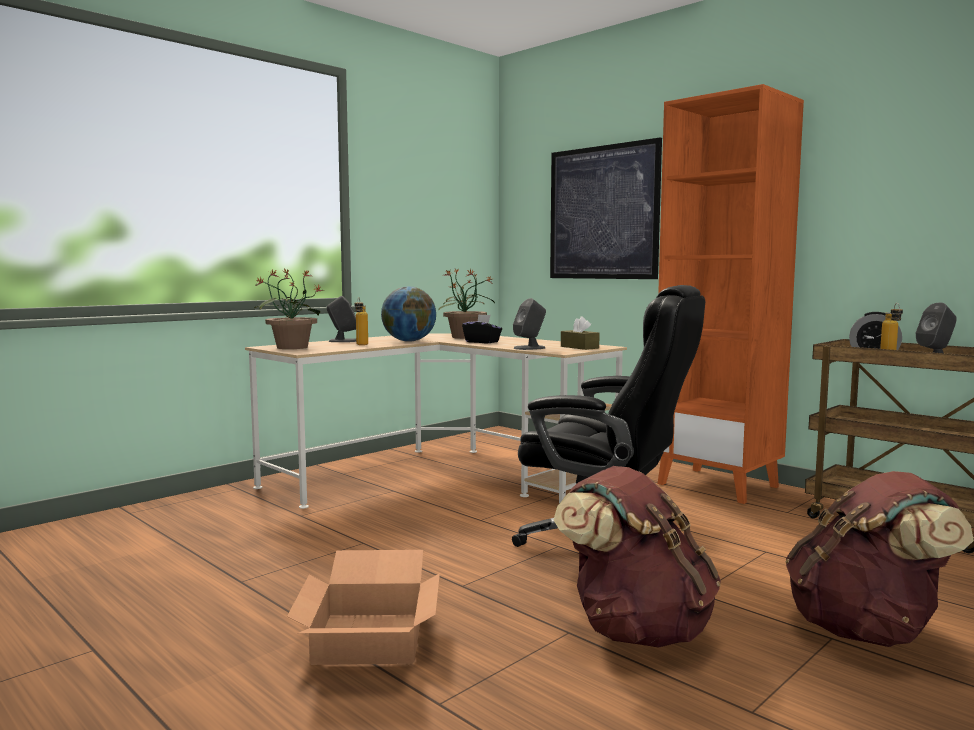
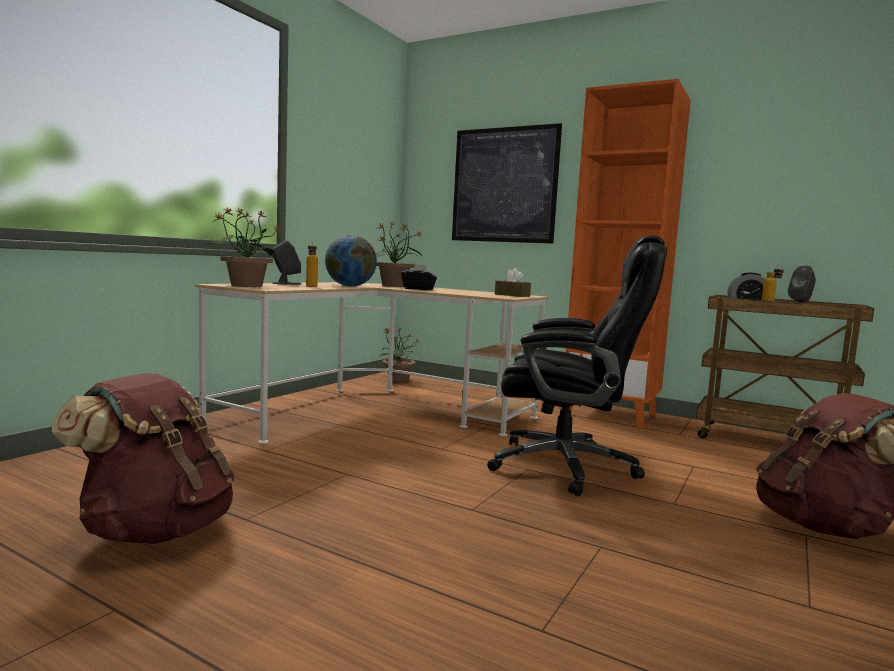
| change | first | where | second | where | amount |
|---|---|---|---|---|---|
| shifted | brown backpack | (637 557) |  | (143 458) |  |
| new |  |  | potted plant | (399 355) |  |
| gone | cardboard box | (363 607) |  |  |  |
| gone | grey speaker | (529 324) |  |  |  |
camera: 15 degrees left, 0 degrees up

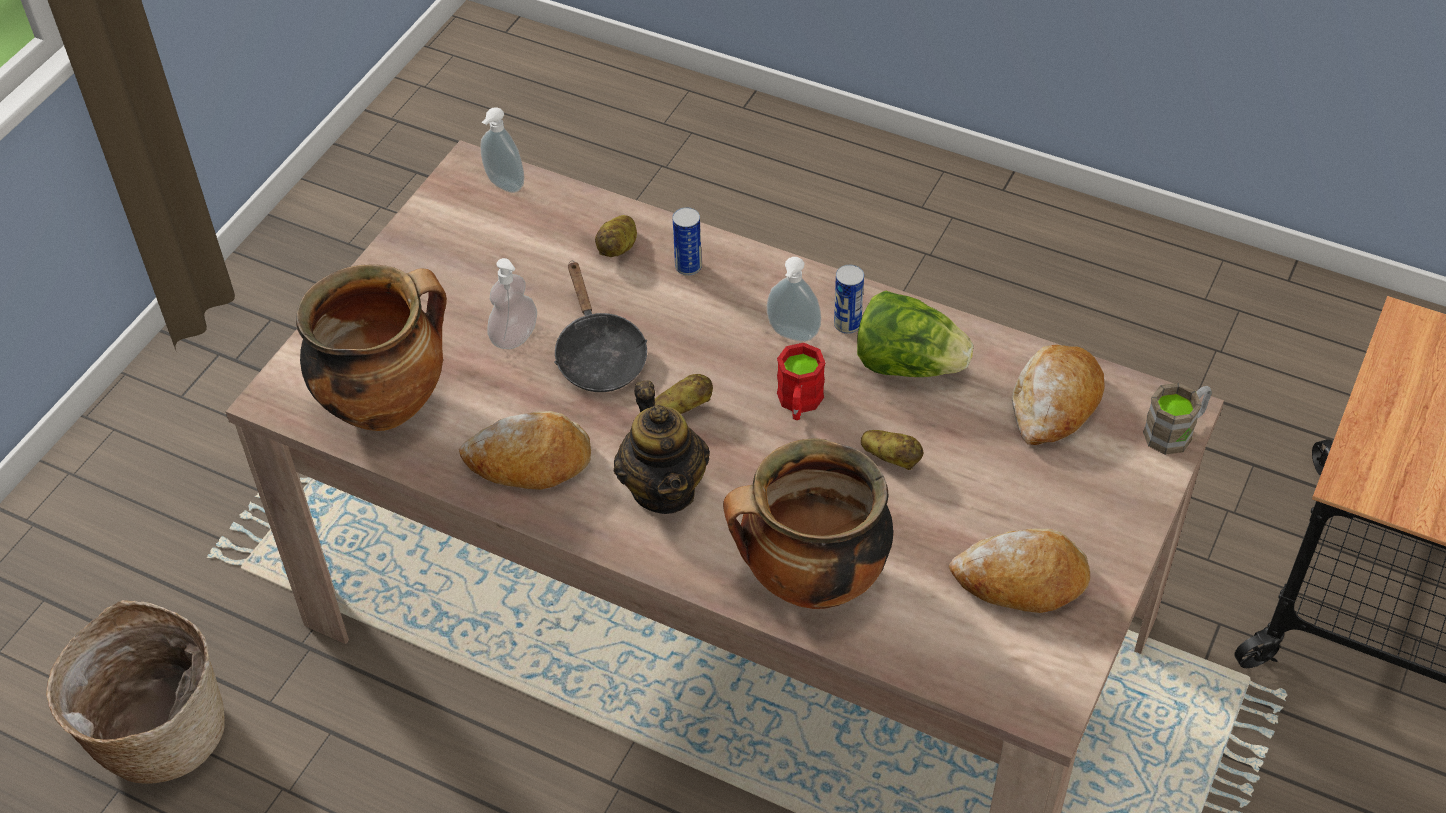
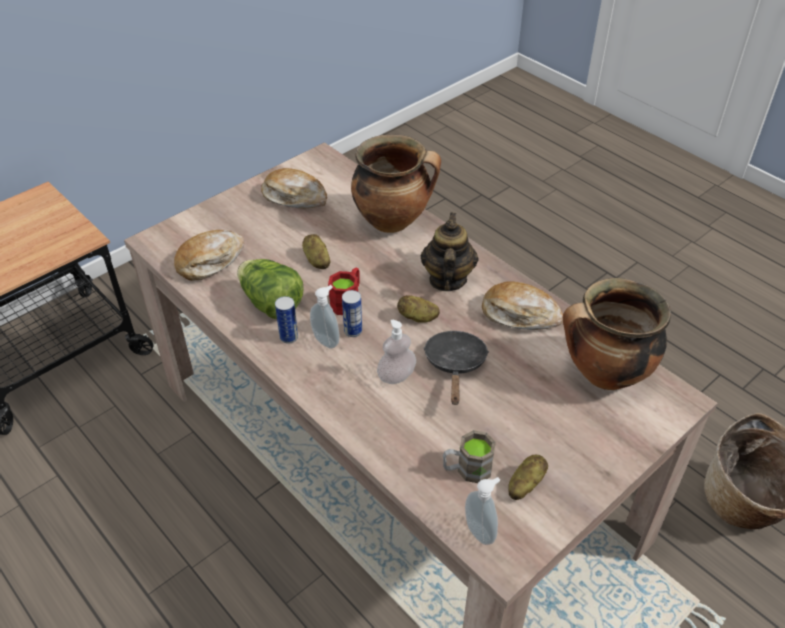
| change | first | where | second | where | amount |
|---|---|---|---|---|---|
| shifted | can | (687 241) |  | (352 313) |  |
| shifted | soap dispenser | (512 303) |  | (396 352) |  |
| shifted | brown mug | (1177 419) |  | (469 456) |  |
| shifted | potato | (616 236) |  | (528 477) |  |
camera: 160 degrees left, 5 degrees down

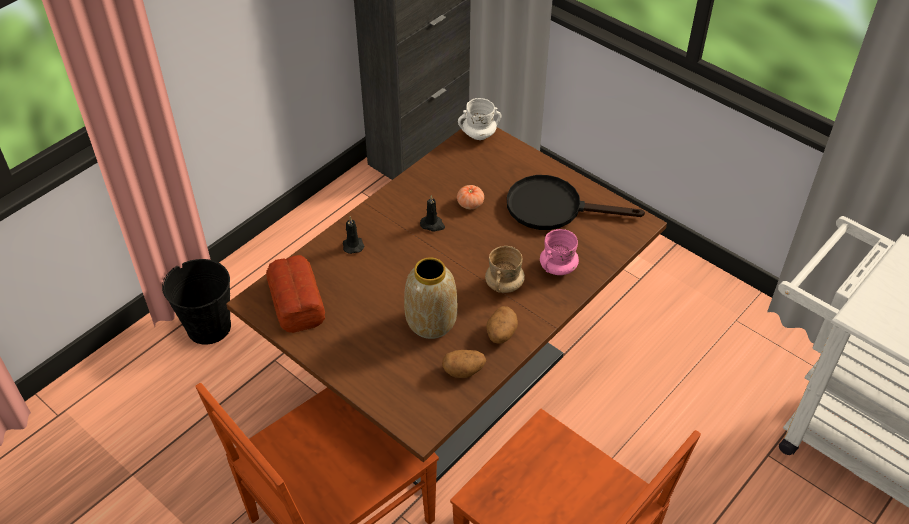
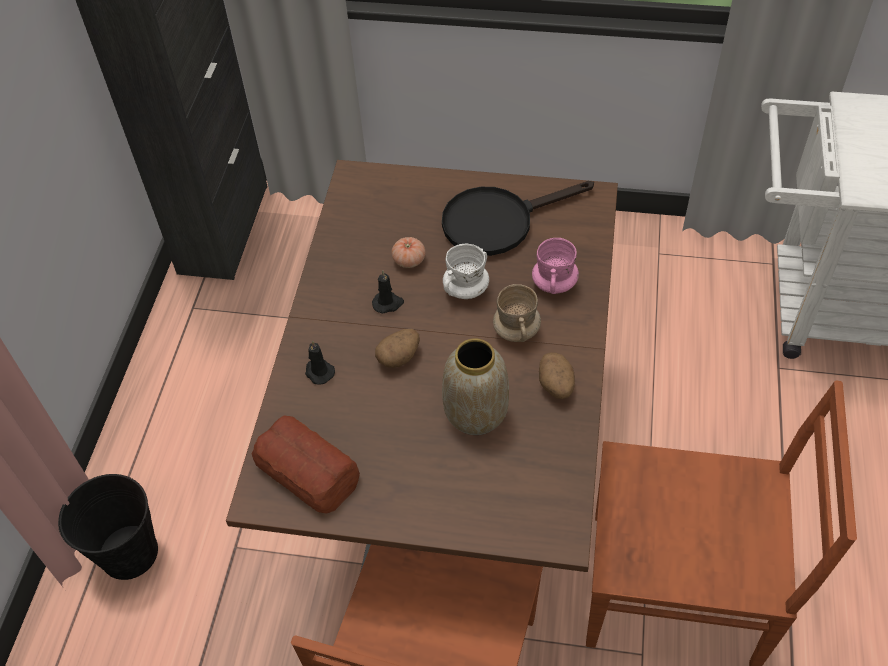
| change | first | where | second | where | amount |
|---|---|---|---|---|---|
| shifted | potato | (464 364) |  | (397 348) |  |
| shifted | white mug | (479 119) |  | (466 271) |  |
camera: 30 degrees left, 5 degrees up

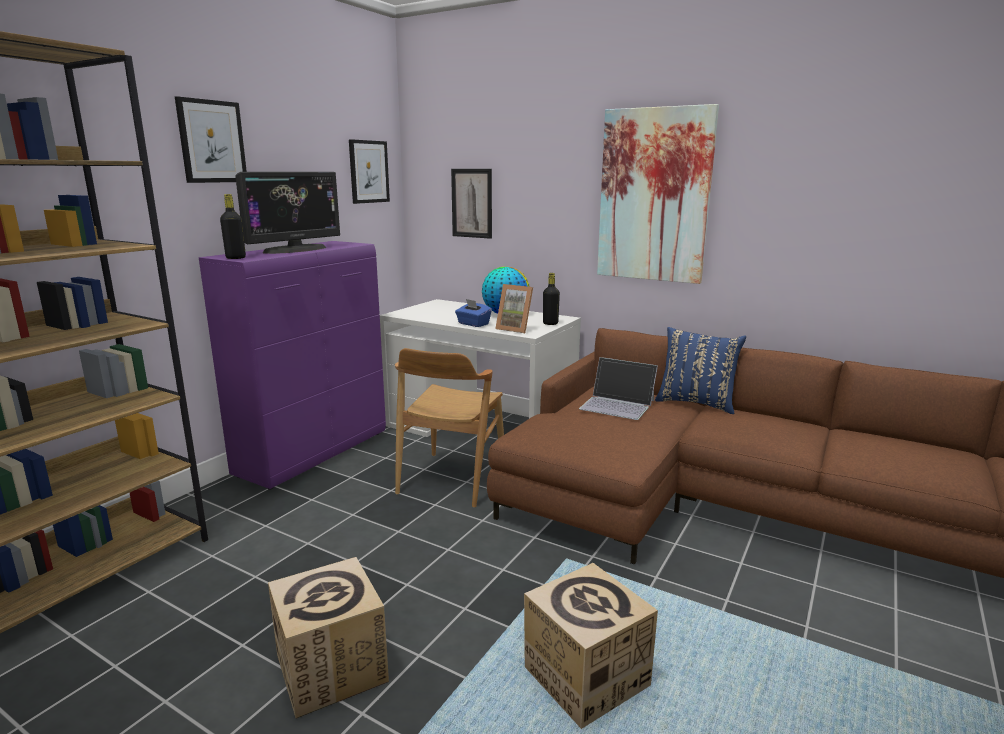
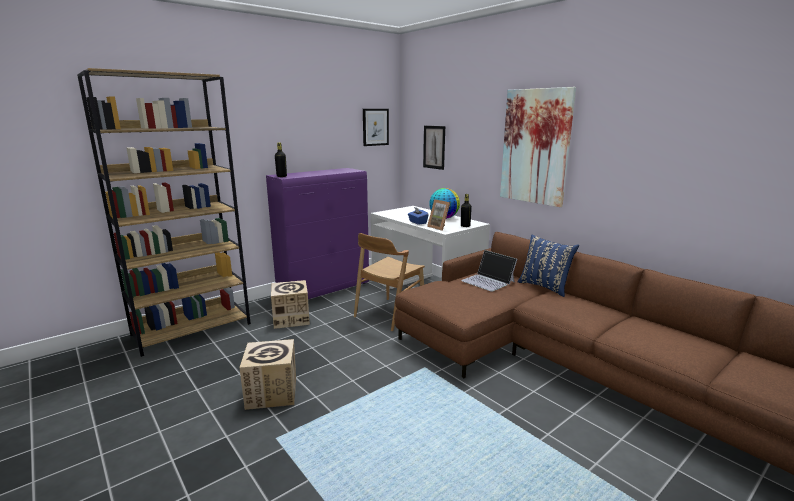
| change | first | where | second | where | amount |
|---|---|---|---|---|---|
| shifted | cardboard box | (591 646) |  | (290 304) |  |
| gone | picture | (211 139) |  |  |  |
| gone | monitor | (287 213) |  |  |  |
camera: 20 degrees right, 0 degrees up

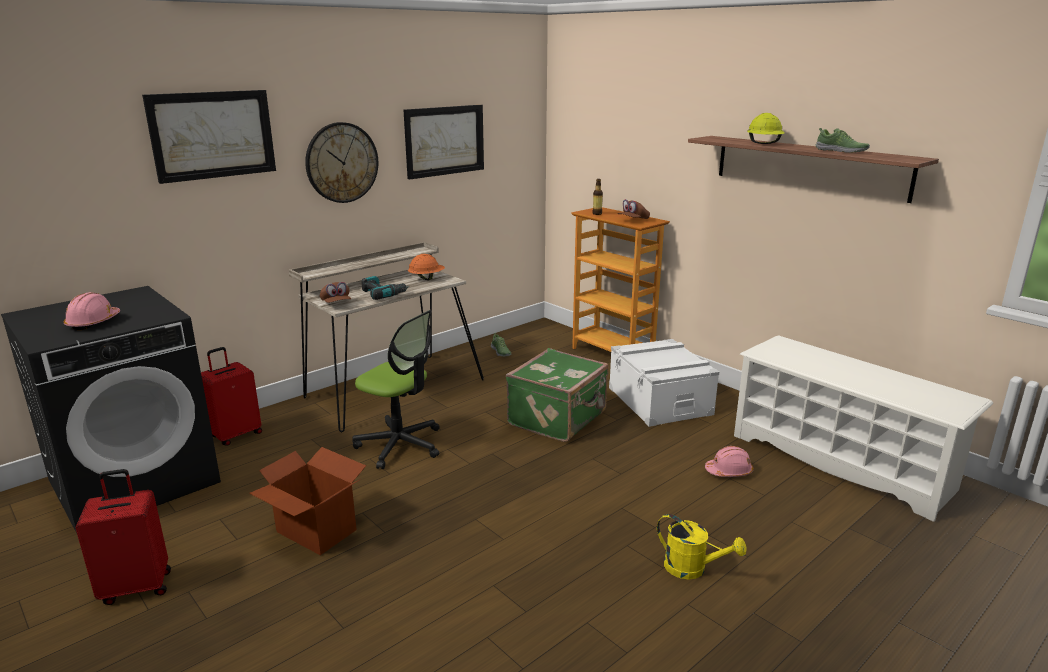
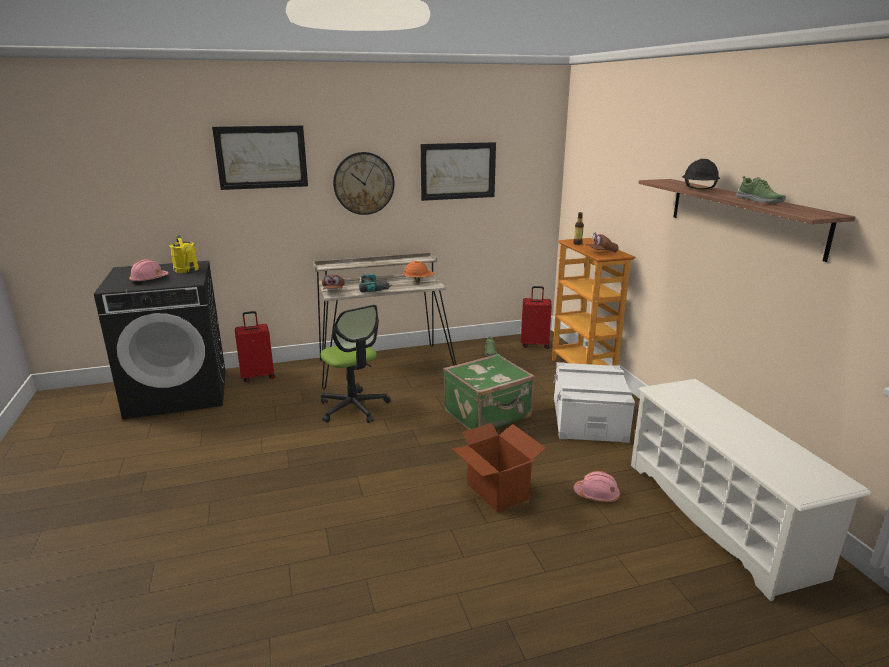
| change | first | where | second | where | amount |
|---|---|---|---|---|---|
| shifted | yellow watering can | (702 547) |  | (184 254) |  |
| shifted | cardboard box | (307 501) |  | (499 467) |  |
| shifted | red suitcase | (123 537) |  | (536 317) |  |
| repainted | yellow hard hat | (766 128) | black hard hat | (701 174) |  |
camera: 25 degrees right, 0 degrees up

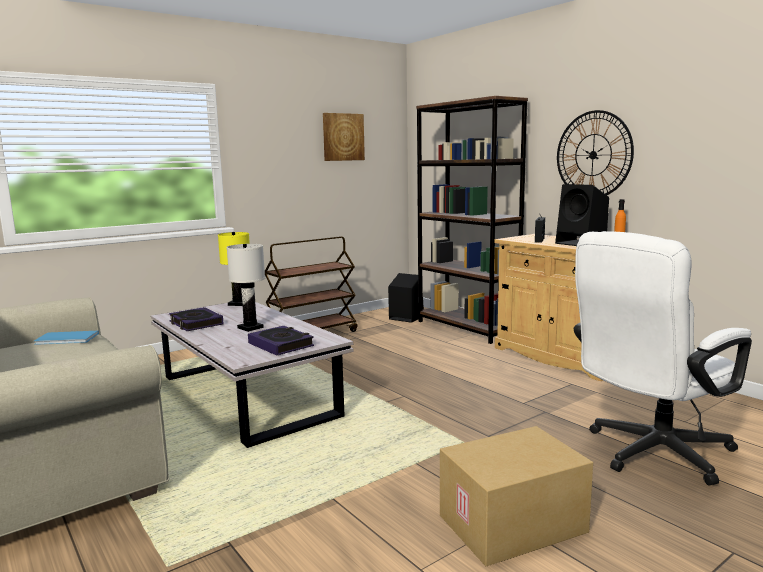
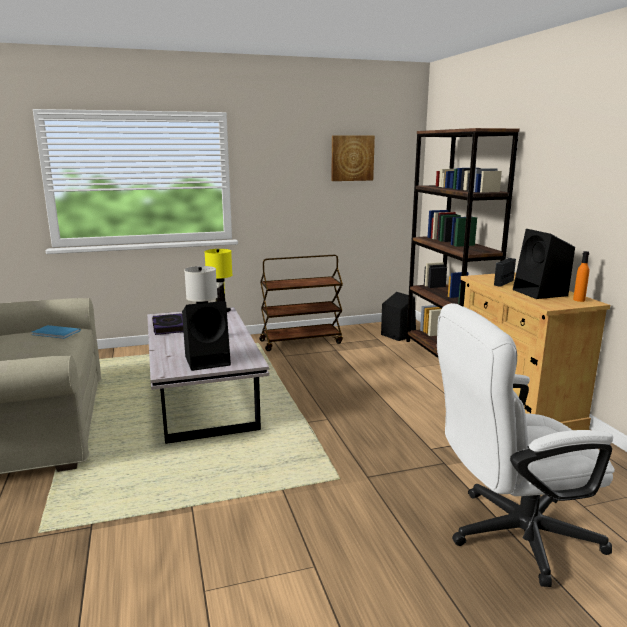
| change | first | where | second | where | amount |
|---|---|---|---|---|---|
| swapped | book | (281 341) | black speaker | (206 336) |  |
| gone | cardboard box | (516 496) |  |  |  |
| gone | wall clock | (595 152) |  |  |  |
camera: 20 degrees right, 5 degrees up

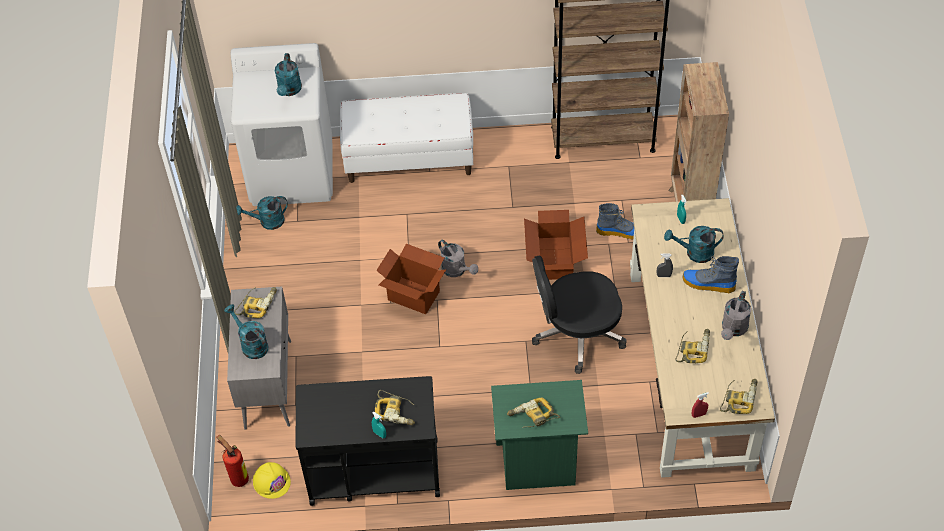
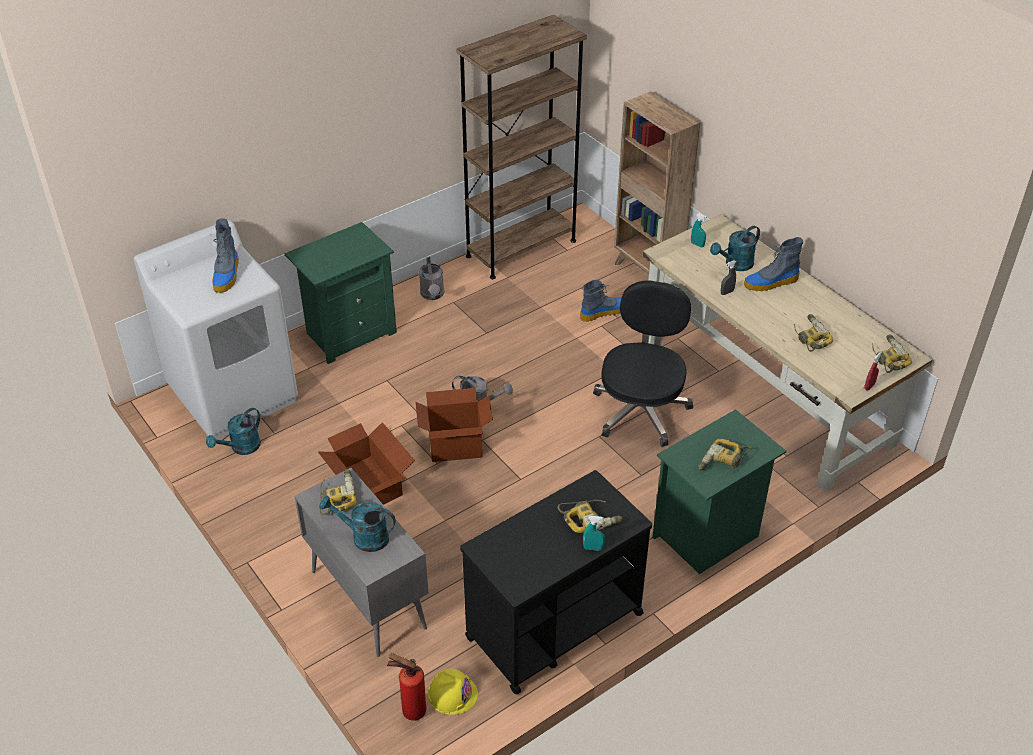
| change | first | where | second | where | amount |
|---|---|---|---|---|---|
| swapped | turquoise watering can | (288 74) | boot | (225 255) |  |
| swapped | white bench | (406 138) | green nightstand | (340 293) |  |
| shifted | cardboard box | (556 245) |  | (366 463) |  |
| shifted | grey watering can | (736 315) |  | (431 278) |  |
| rotated | black office chair | (579 314) |  | (643 363) | 150 degrees clockwise |
camera: 35 degrees left, 10 degrees down

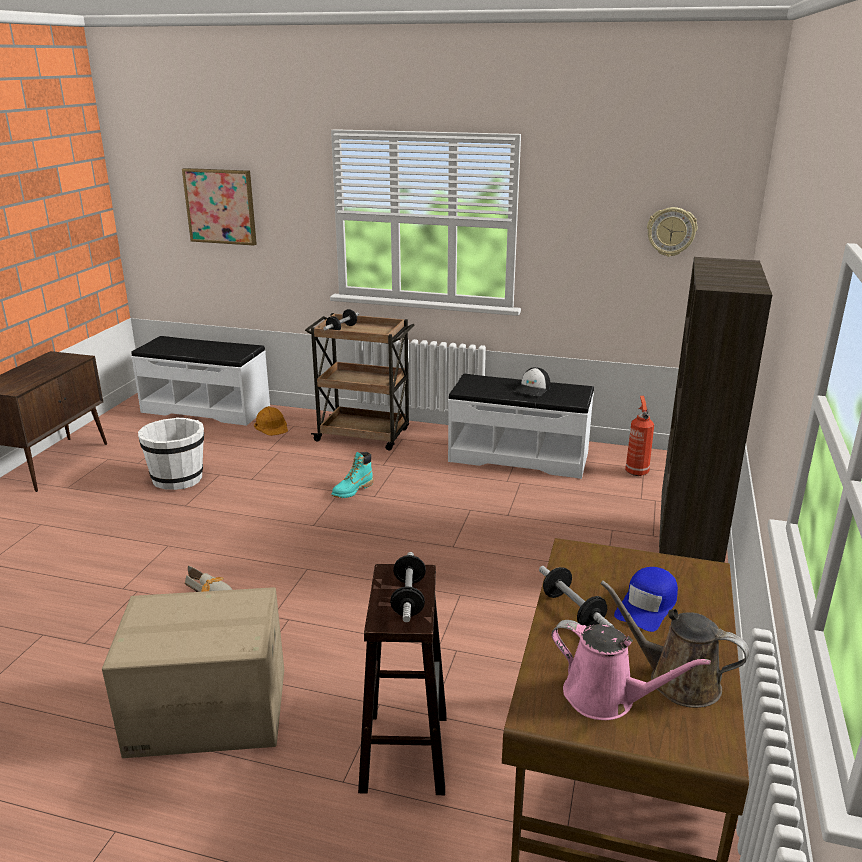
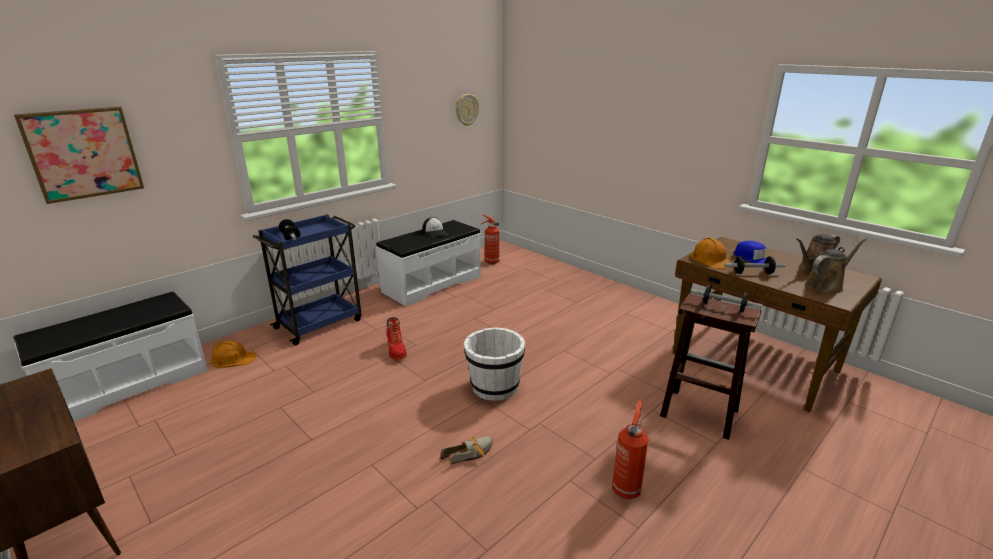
| change | first | where | second | where | amount |
|---|---|---|---|---|---|
| repainted | brown cart | (359 382) | blue cart | (307 280) |  |
| repainted | turquoise boot | (352 475) | red boot | (397 338) |  |
| shifted | white bucket | (171 454) |  | (494 364) |  |
| swapped | cardboard box | (193 672) | fire extinguisher | (630 449) |  |
| new |  |  | orange hard hat | (711 253) |  |
| repainted | pink watering can | (631 670) | brown watering can | (835 265) |  |
| gone | brown bookcase | (715 409) |  |  |  |
camera: 60 degrees left, 0 degrees up

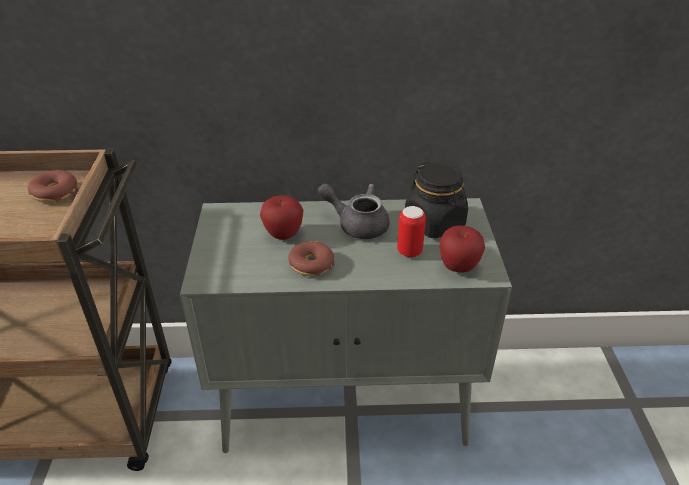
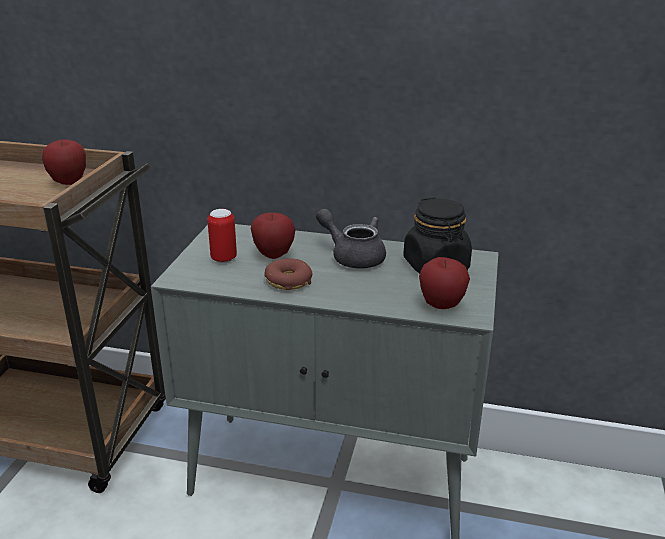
| change | first | where | second | where | amount |
|---|---|---|---|---|---|
| swapped | donut | (53 186) | apple | (64 162) |  |
| shifted | can | (411 232) |  | (222 236) |  |
camera: 15 degrees right, 10 degrees down

